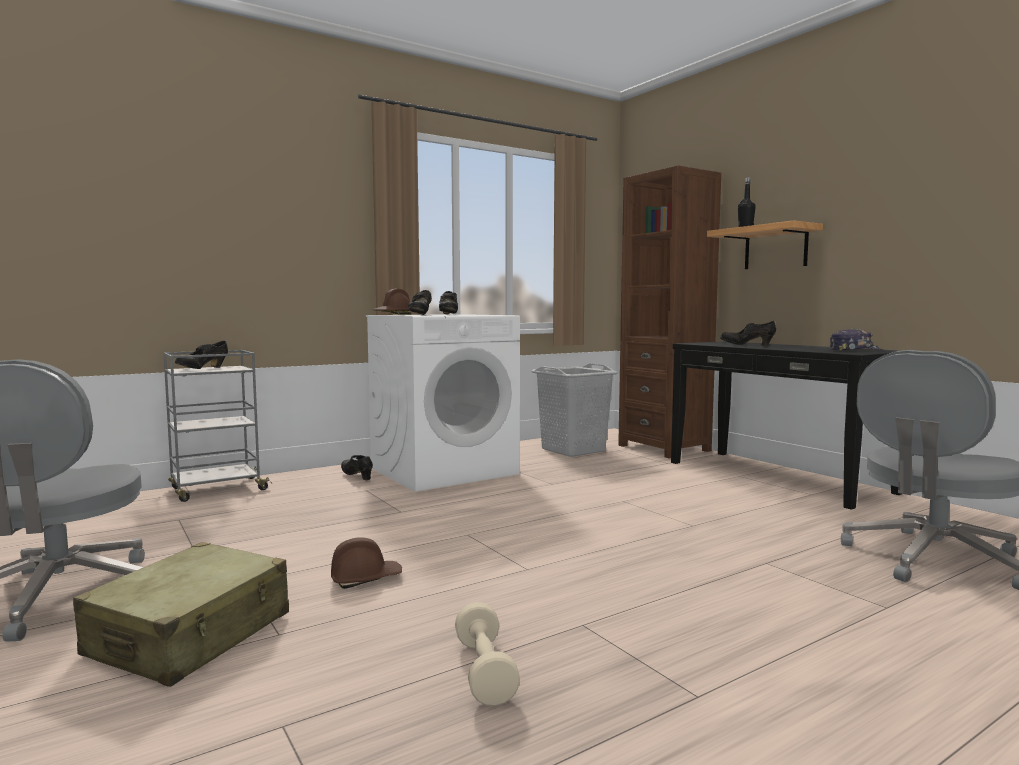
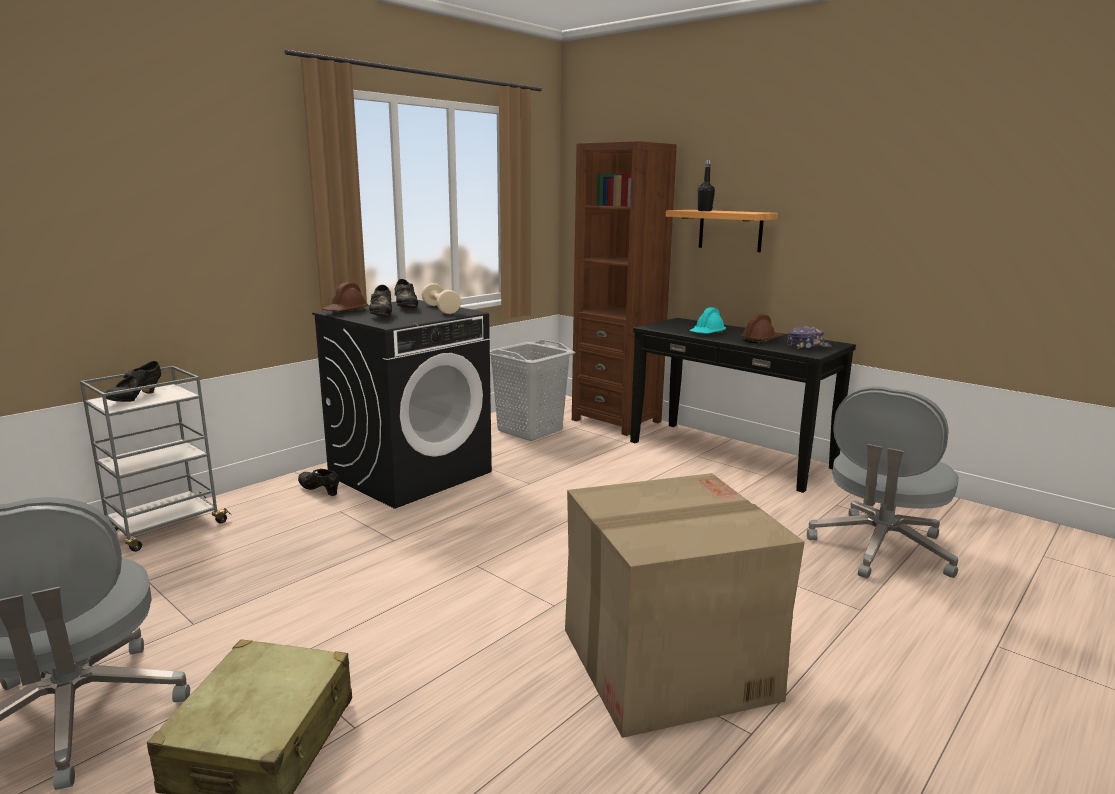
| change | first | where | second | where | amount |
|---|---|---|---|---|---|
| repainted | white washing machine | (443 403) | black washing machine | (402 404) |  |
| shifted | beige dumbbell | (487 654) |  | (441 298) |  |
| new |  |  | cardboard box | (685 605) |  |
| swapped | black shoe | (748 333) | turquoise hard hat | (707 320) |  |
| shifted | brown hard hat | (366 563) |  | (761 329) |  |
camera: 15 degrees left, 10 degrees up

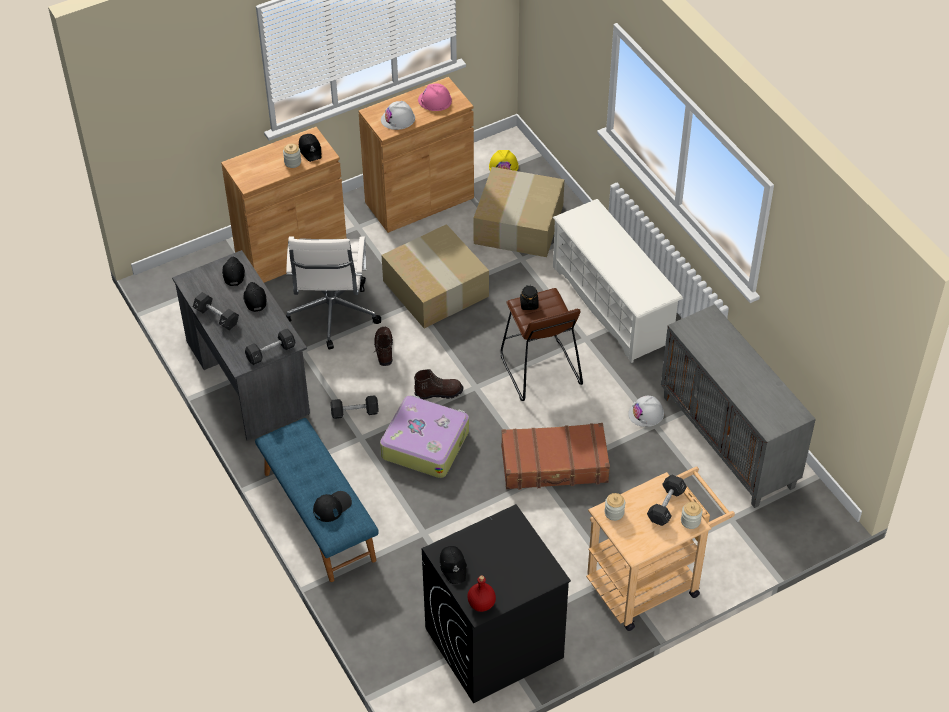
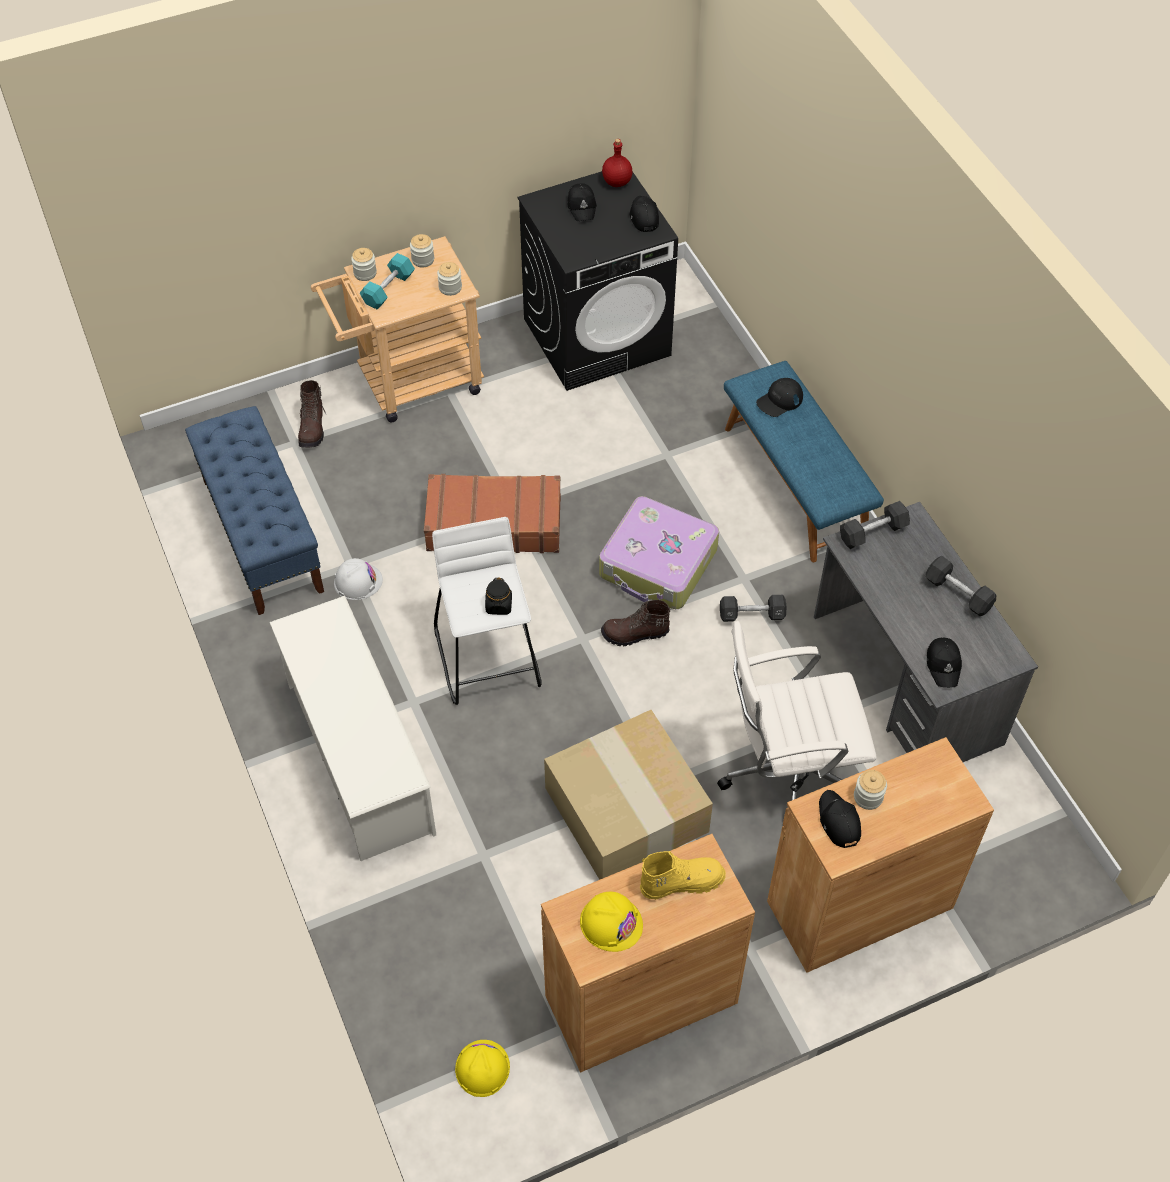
| change | first | where | second | where | amount |
|---|---|---|---|---|---|
| swapped | grey cabinet | (738 406) | blue bench | (254 510) |  |
| shifted | brown boot | (383 346) |  | (312 414) |  |
| repainted | black dumbbell | (667 500) | turquoise dumbbell | (387 281) |  |
| new |  |  | jar | (422 250) |  |
| repainted | brown stool | (542 344) | white stool | (487 611) |  |
| shifted | black cap | (254 297) |  | (582 202) |  |
| repainted | pink hard hat | (435 97) | yellow hard hat | (611 922) |  |
| swapped | white hard hat | (398 115) | yellow boot | (683 875) |  |
| rotated | white office chair | (333 292) |  | (797 711) | 105 degrees counterclockwise |
| gone | cardboard box | (518 212) |  |  |  |
camera: 175 degrees left, 5 degrees up

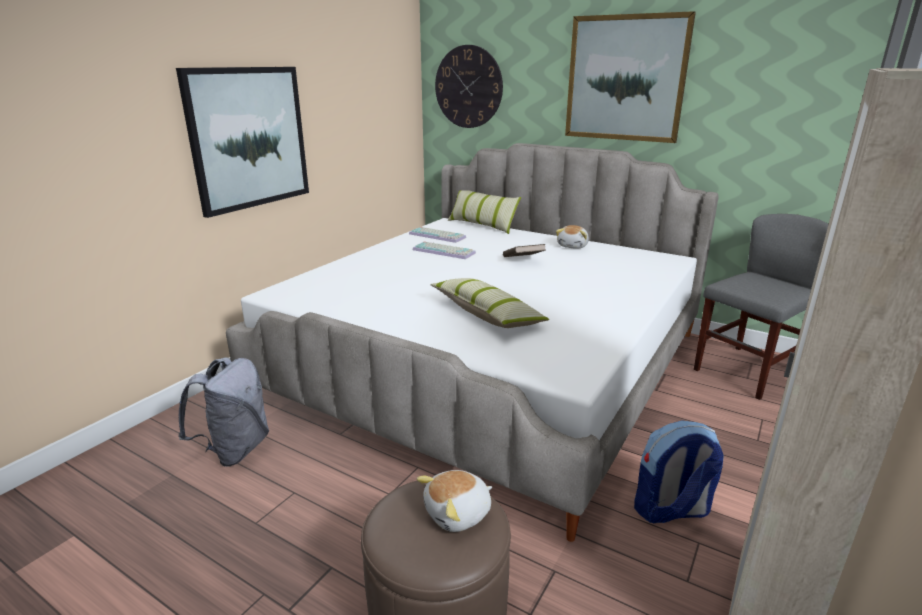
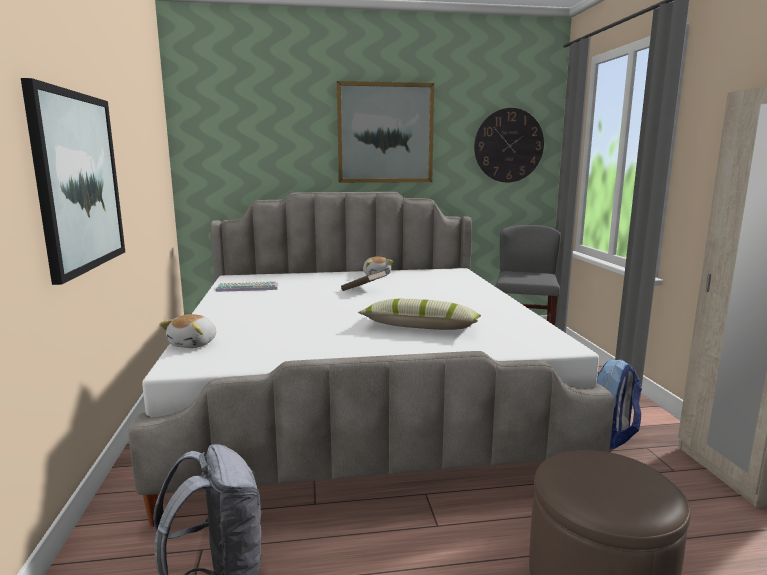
| change | first | where | second | where | amount |
|---|---|---|---|---|---|
| shifted | plush toy | (454 501) |  | (187 331) |  |
| shifted | wall clock | (469 86) |  | (509 145) |  |
| gone | keyboard | (444 250) |  |  |  |
| gone | pillow | (484 212) |  |  |  |
camera: 40 degrees left, 10 degrees down

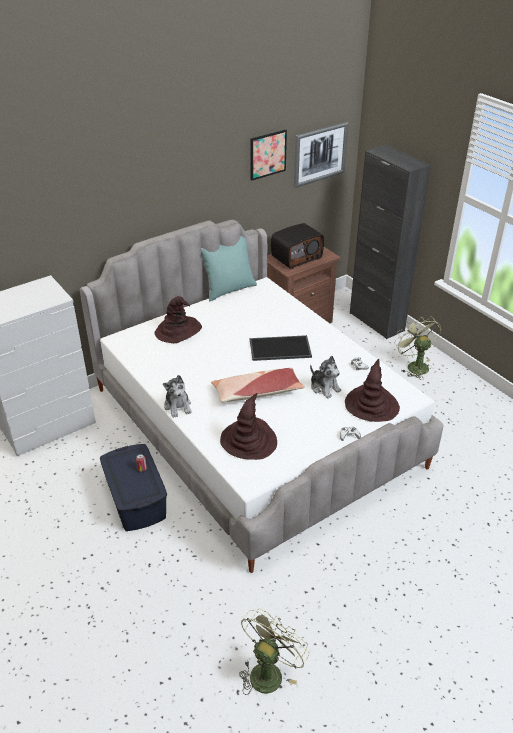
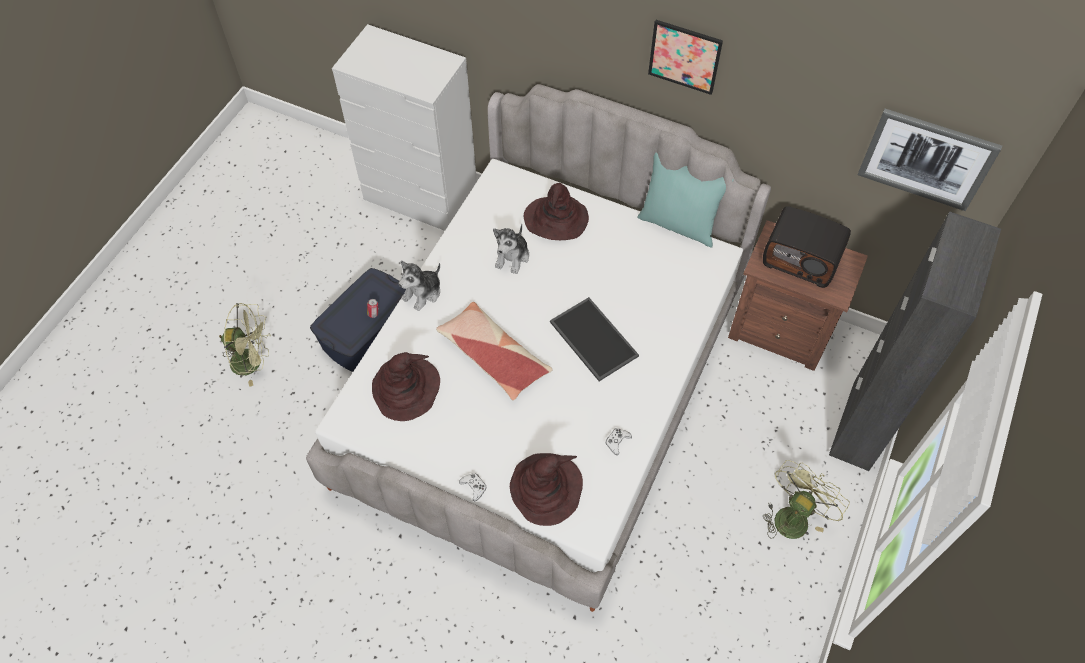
| change | first | where | second | where | amount |
|---|---|---|---|---|---|
| shifted | green fan | (274 651) |  | (245 345) |  |
| shifted | plush toy | (325 377) |  | (511 249) |  |
| shifted | picture | (268 155) |  | (685 57) |  |
camera: 60 degrees right, 20 degrees up

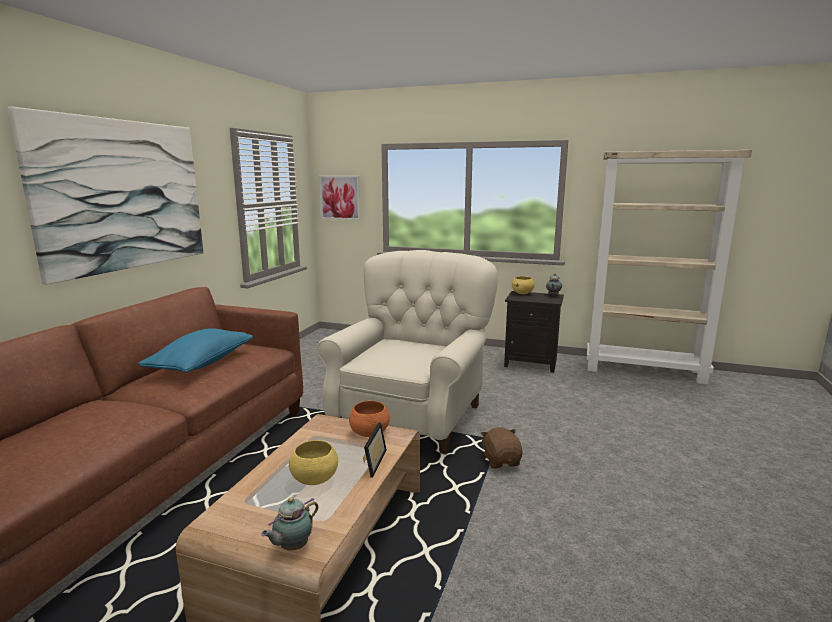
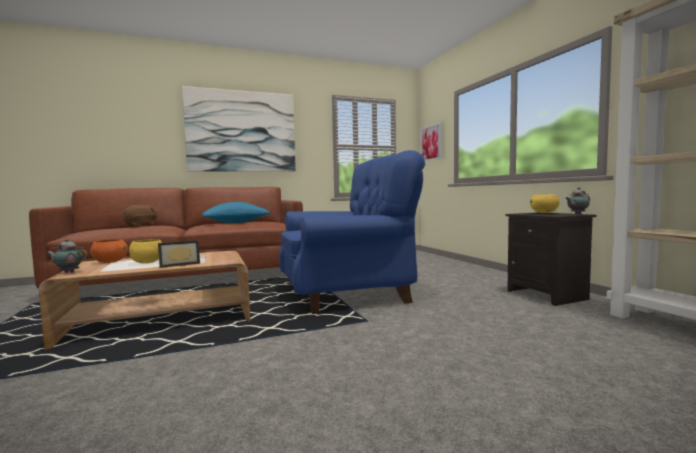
| change | first | where | second | where | amount |
|---|---|---|---|---|---|
| shifted | orange bowl | (369 419) |  | (109 251) |  |
| shifted | brown plush toy | (501 447) |  | (140 216) |  |
| repainted | beige armchair | (407 352) | blue armchair | (352 232) |  |
camera: 50 degrees right, 10 degrees down

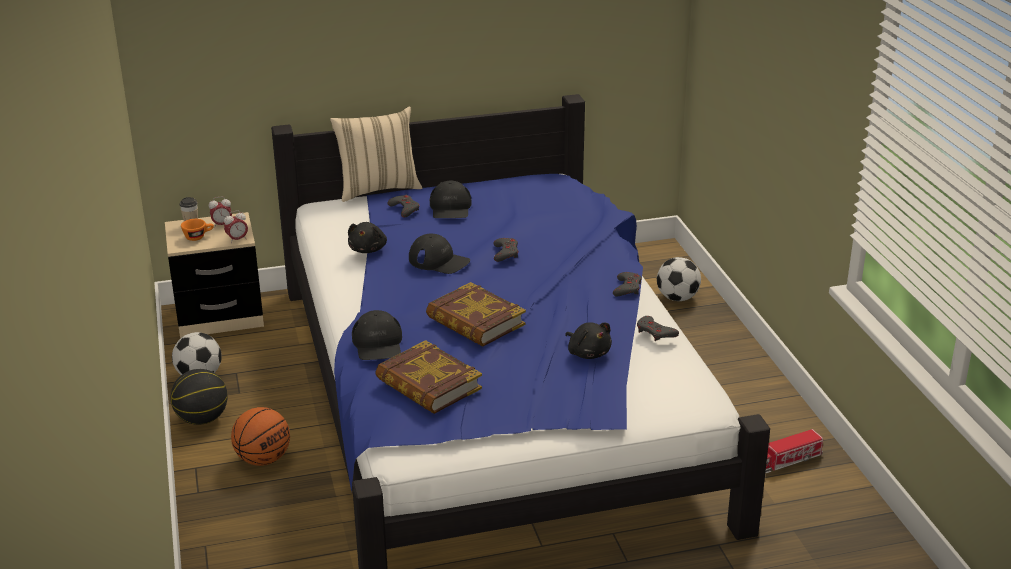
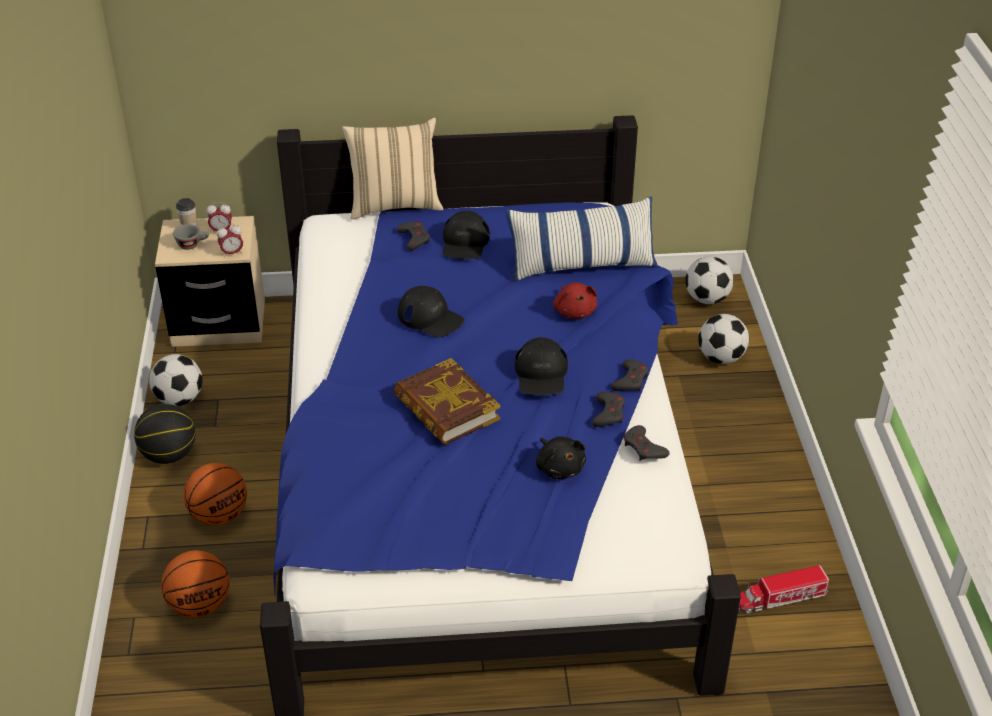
| change | first | where | second | where | amount |
|---|---|---|---|---|---|
| new |  |  | basketball | (195 584) |  |
| repainted | orange cup | (197 230) | grey cup | (191 237) |  |
| new |  |  | pillow | (582 239) |  |
| shifted | black cap | (377 335) |  | (541 366) |  |
| new |  |  | red plush toy | (575 300) |  |
| shifted | grey game controller | (505 250) |  | (608 409) |  |
| new |  |  | football | (709 280) |  |
| gone | black plush toy | (367 237) |  |  |  |
| gone | book | (428 377) |  |  |  |
camera: 10 degrees right, 10 degrees up

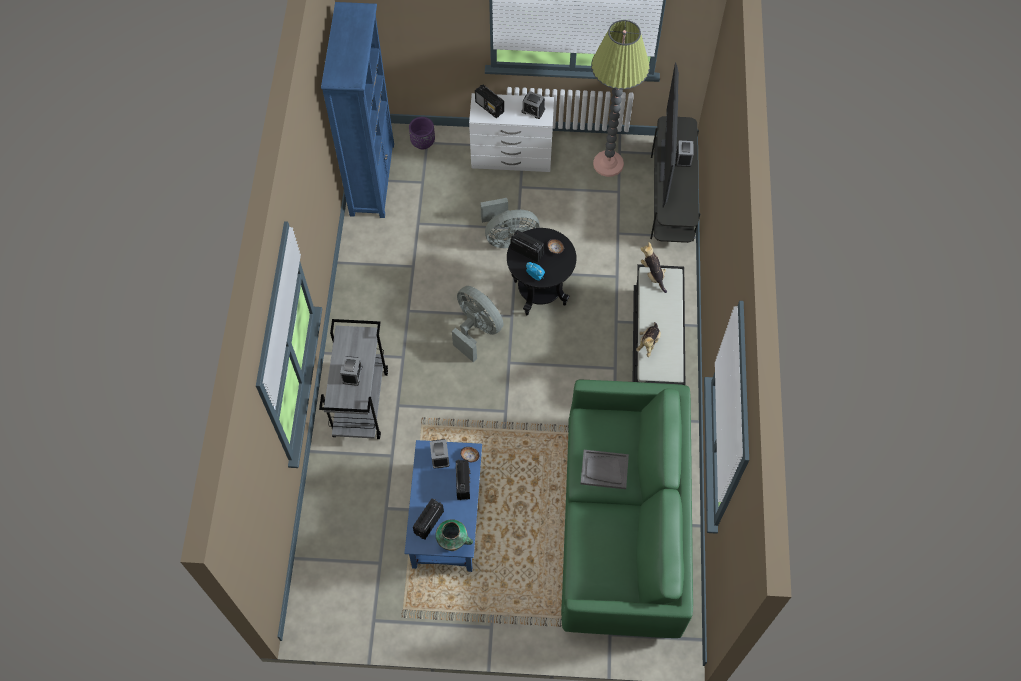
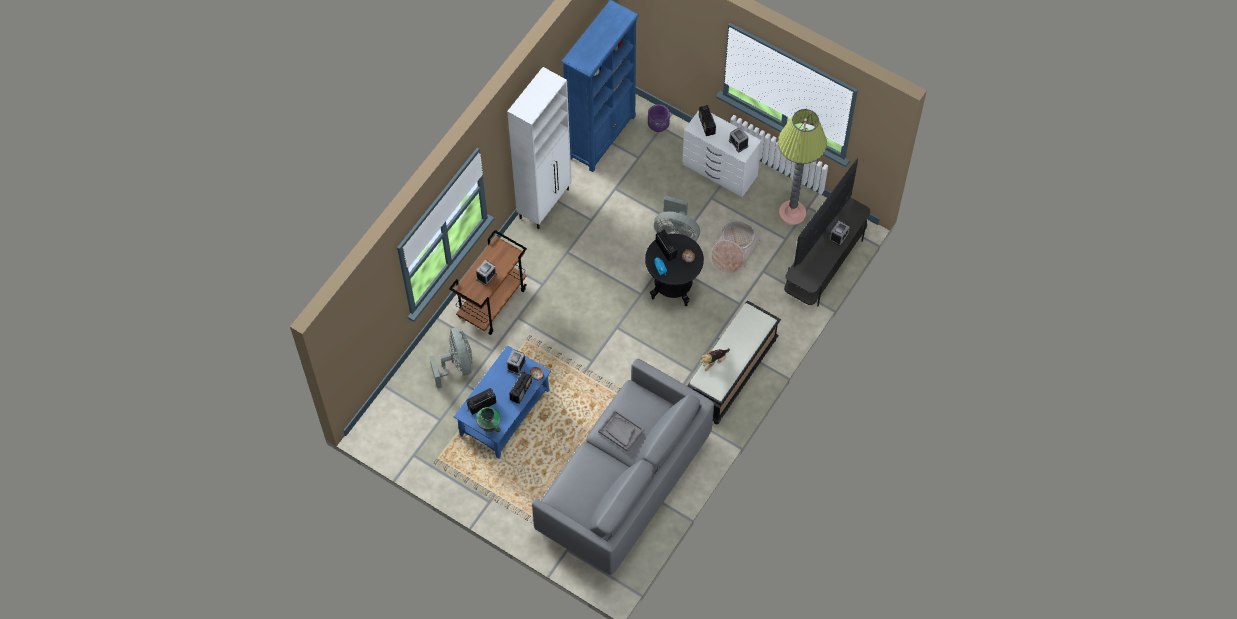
| change | first | where | second | where | amount |
|---|---|---|---|---|---|
| shifted | grey fan | (478 324) |  | (451 358) |  |
| repainted | grey cart | (353 379) | brown cart | (488 282) |  |
| new |  |  | white cabinet | (539 148) |  |
| repainted | green sofa | (627 509) | grey sofa | (623 467) |  |
| new |  |  | basket | (736 246) |  |
| gone | plush toy | (653 267) |  |  |  |
camera: 30 degrees right, 0 degrees up

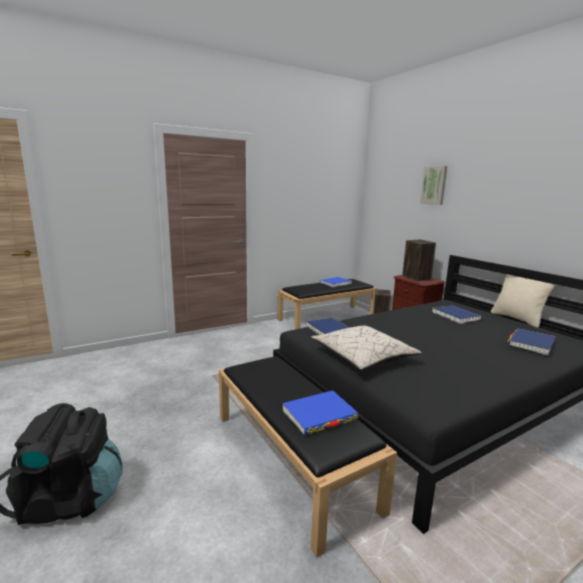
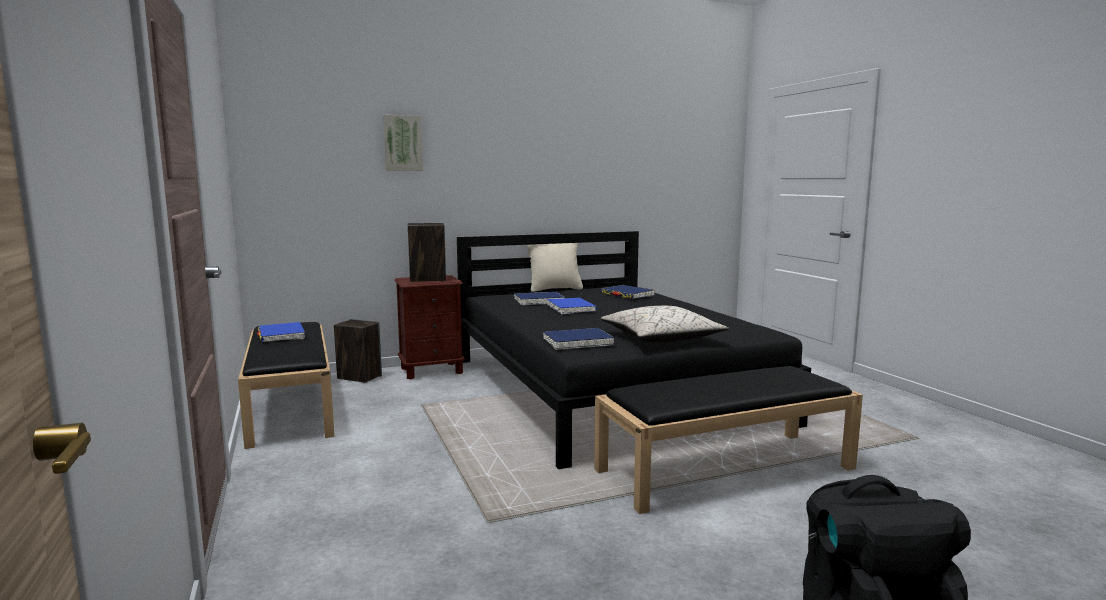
| change | first | where | second | where | amount |
|---|---|---|---|---|---|
| shifted | blue book | (320 412) |  | (572 306) |  |
camera: 80 degrees left, 5 degrees down

